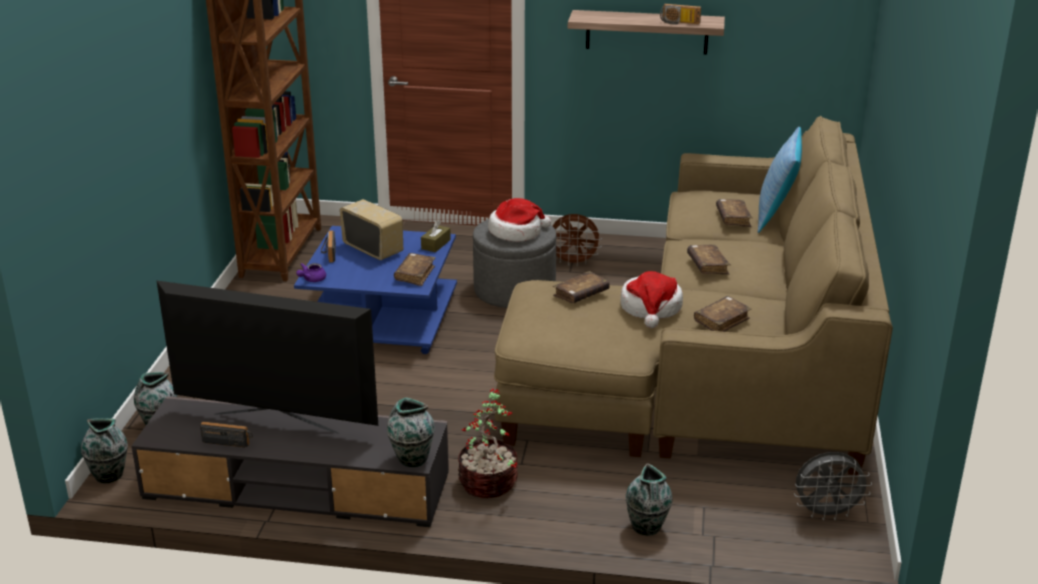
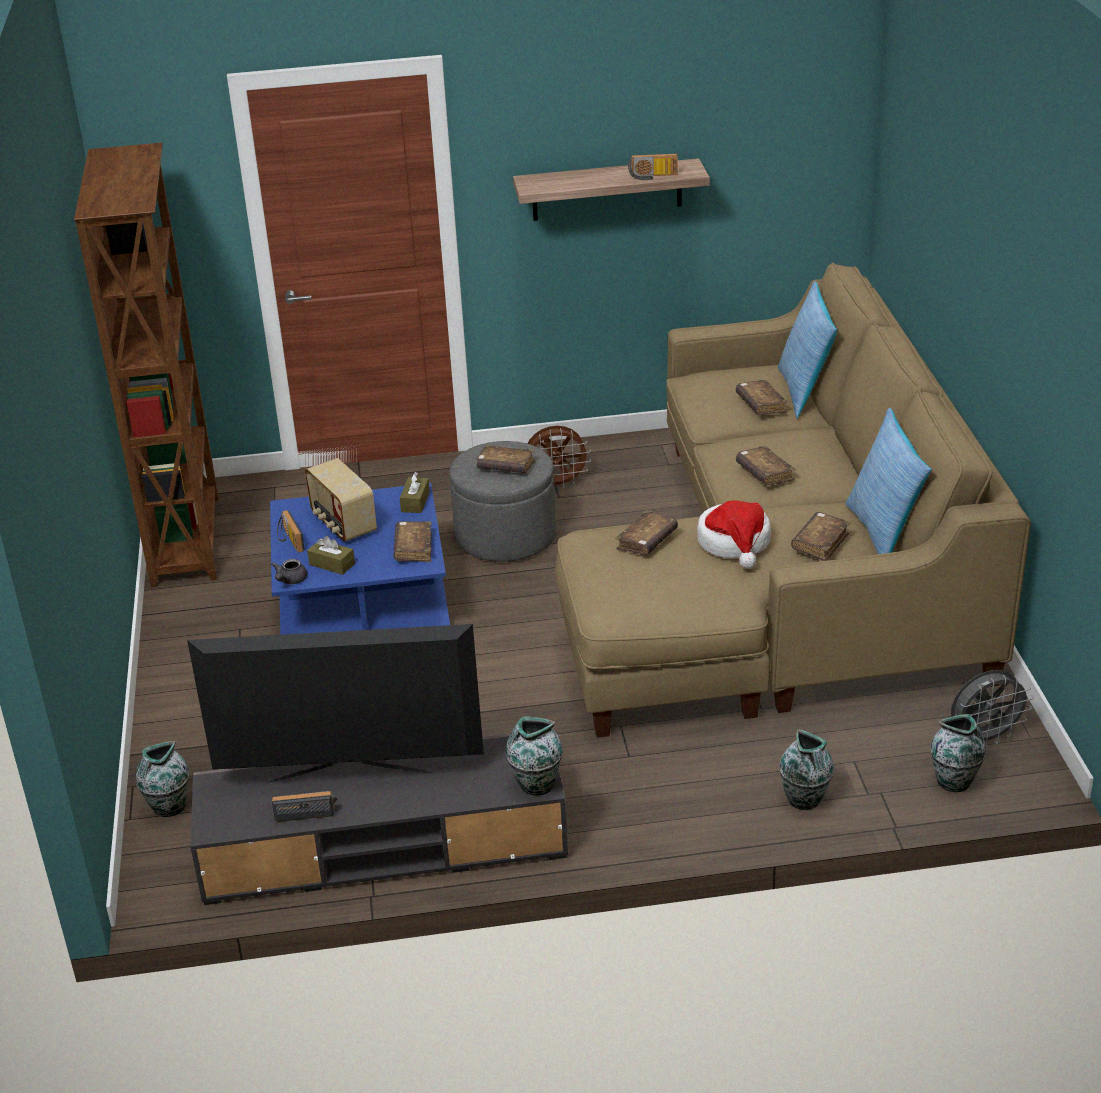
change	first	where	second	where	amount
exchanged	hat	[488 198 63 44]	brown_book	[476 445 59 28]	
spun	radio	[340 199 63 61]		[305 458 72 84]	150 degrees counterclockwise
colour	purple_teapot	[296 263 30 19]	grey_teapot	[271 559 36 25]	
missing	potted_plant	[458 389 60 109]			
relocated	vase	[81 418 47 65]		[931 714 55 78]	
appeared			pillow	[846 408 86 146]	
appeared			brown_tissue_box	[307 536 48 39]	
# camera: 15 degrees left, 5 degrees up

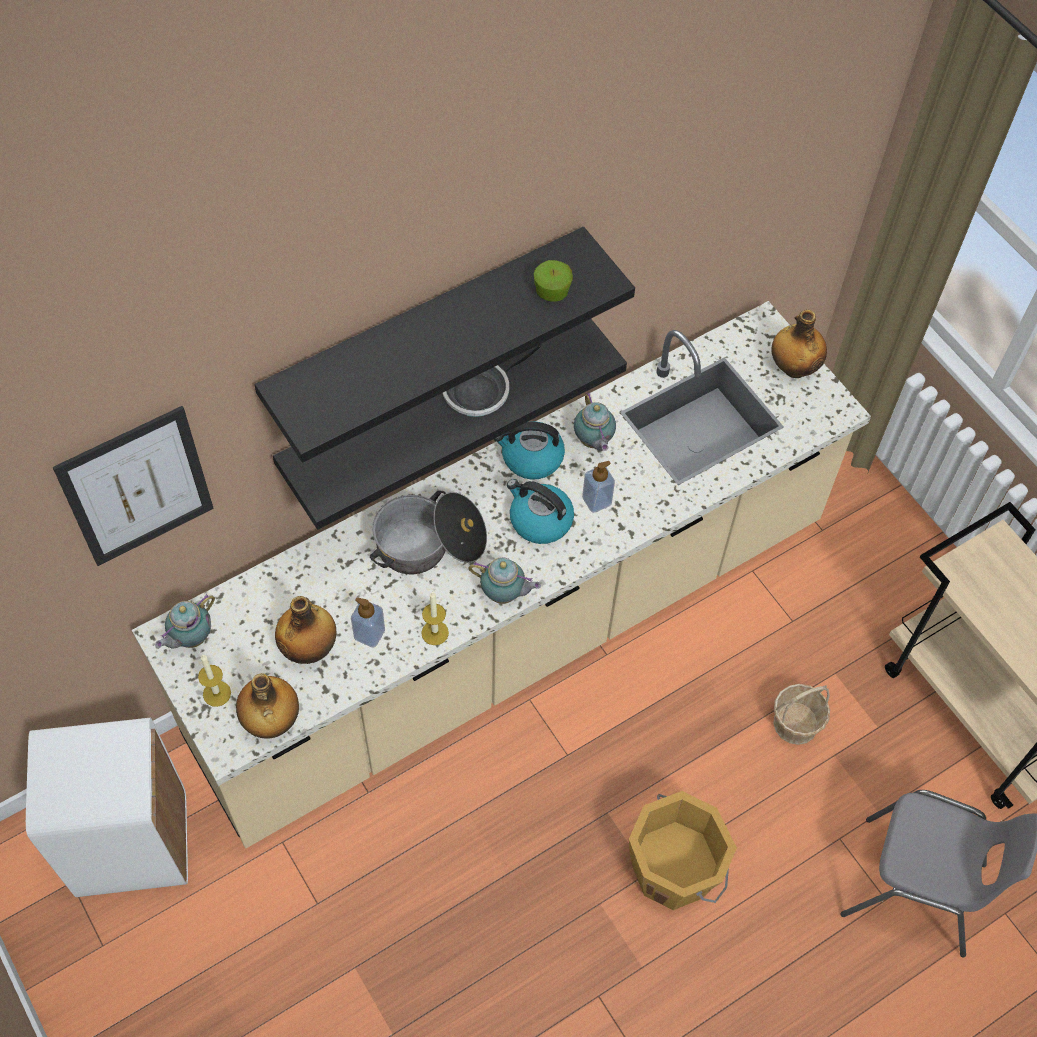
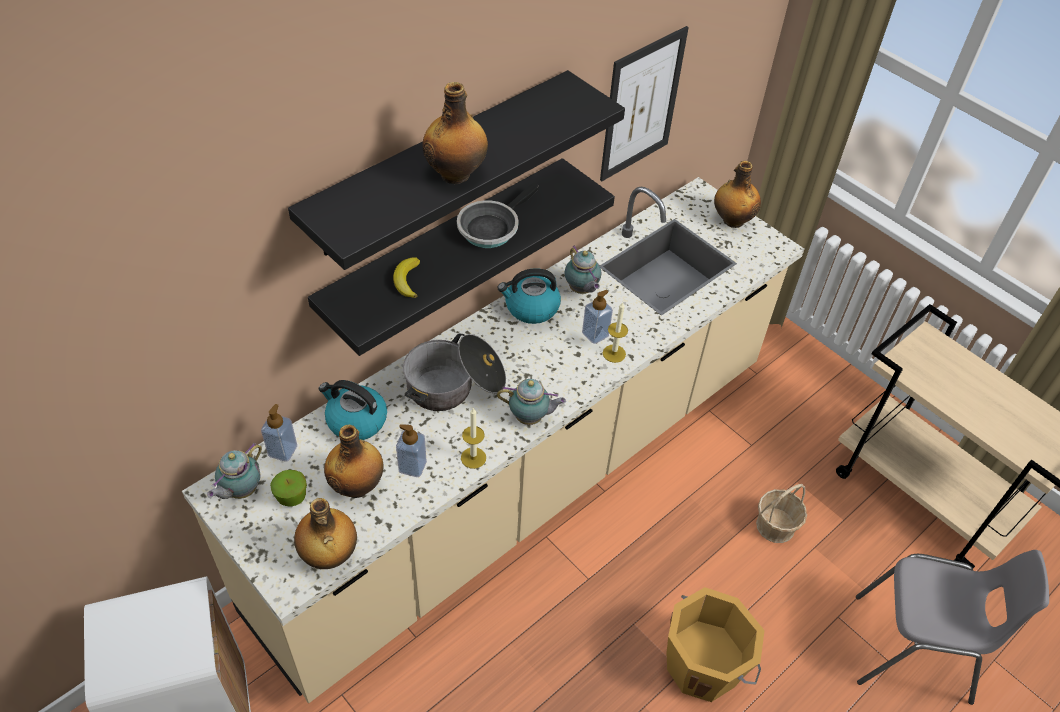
change	first	where	second	where	amount
relocated	apple	[533 260 40 42]		[270 470 37 37]	
relocated	picture	[53 406 161 160]		[600 26 89 155]	
relocated	kettle	[507 479 67 65]		[319 380 68 60]	
relocated	candle	[198 655 33 52]		[603 302 25 61]	
appeared			bottle	[423 82 65 102]	
appeared			banana	[393 257 27 41]	
appeared			soap_dispenser	[261 404 36 58]	
# camera: 10 degrees left, 10 degrees down

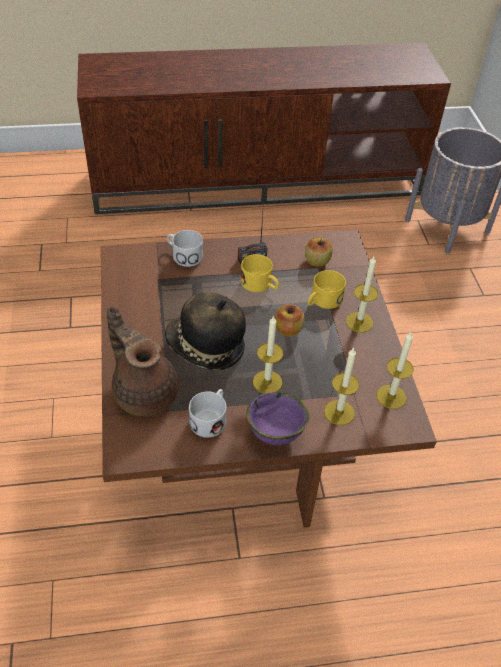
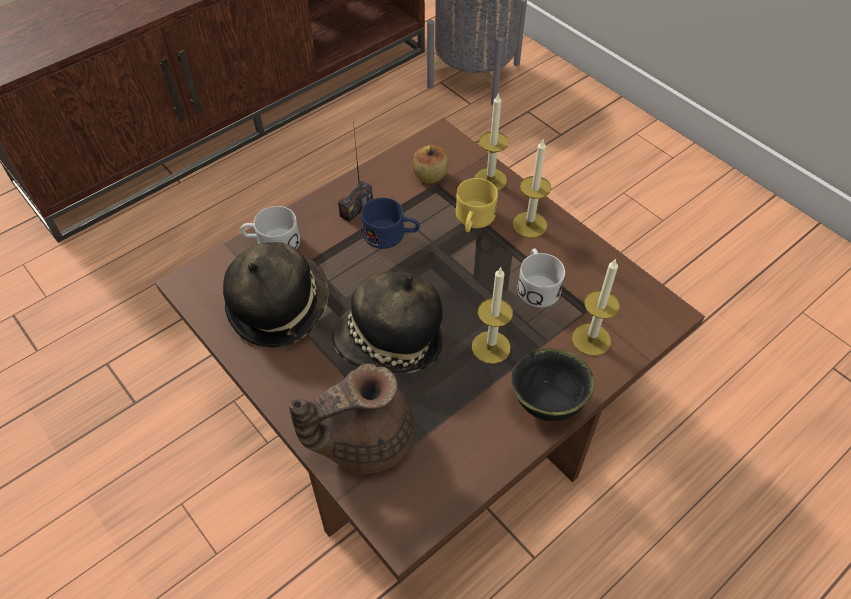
change	first	where	second	where	amount
colour	yellow_mug	[241 254 38 38]	blue_mug	[361 198 59 51]	
missing	apple	[275 304 30 33]			
spun	brown_teapot	[107 306 72 110]		[288 363 127 111]	45 degrees counterclockwise
relocated	candle	[376 331 38 78]		[474 94 35 97]	
relocated	white_mug	[189 389 38 49]		[517 249 48 58]	
colour	purple_bowl	[246 392 63 53]	black_bowl	[511 348 83 73]	
appeared			hat	[223 242 106 106]	
# camera: 30 degrees left, 5 degrees up

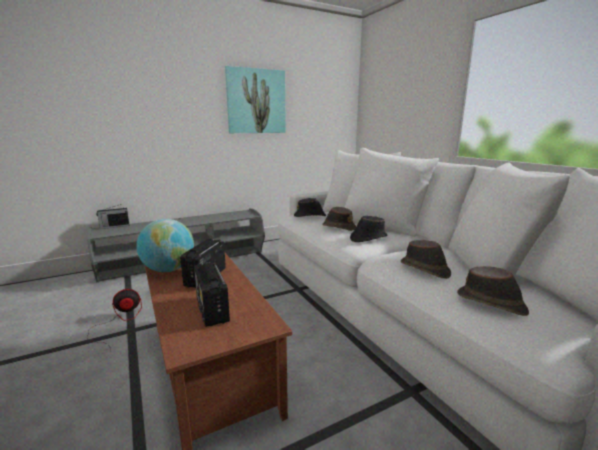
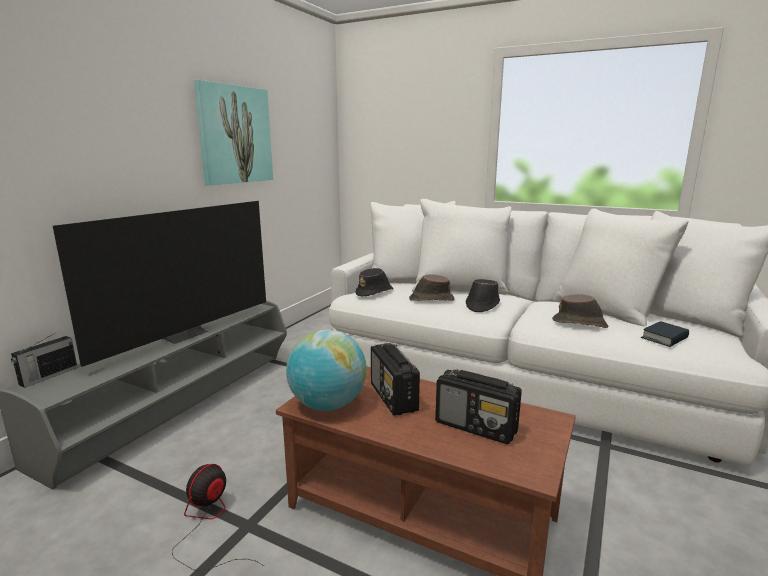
change	first	where	second	where	amount
exchanged	brown_hat	[457 266 72 50]	book	[641 321 48 26]	
appeared			television	[53 201 213 166]	
# camera: 35 degrees left, 0 degrees up

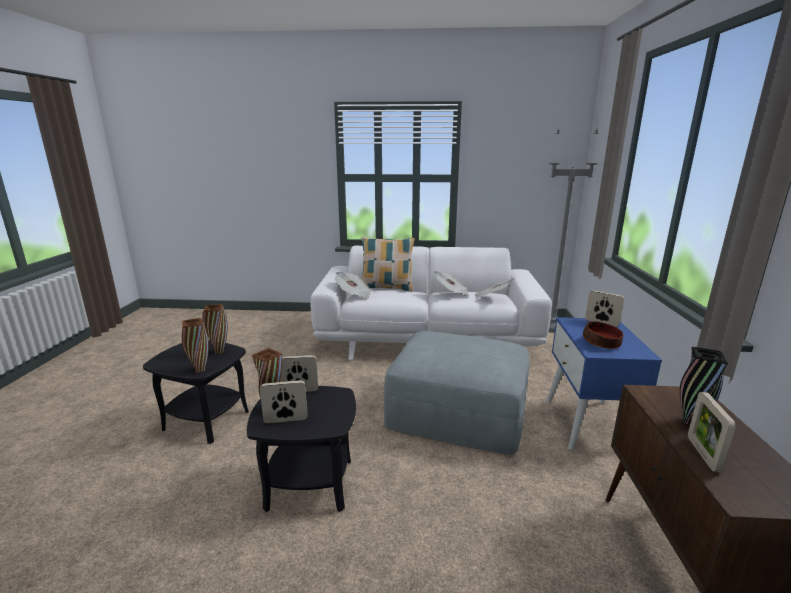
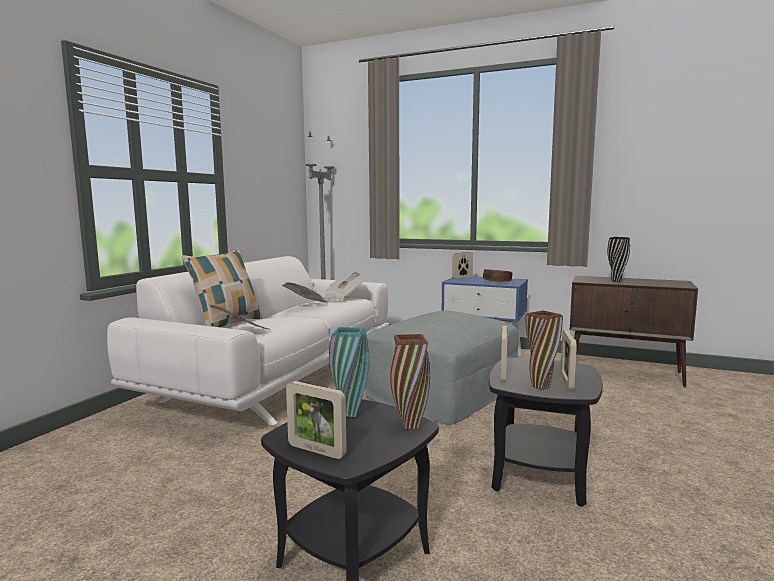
change	first	where	second	where	amount
colour	brown_vase	[203 304 25 50]	turquoise_vase	[329 327 40 90]	
relocated	picture_frame	[688 392 48 80]		[286 381 61 78]	
# camera: 70 degrees left, 10 degrees down

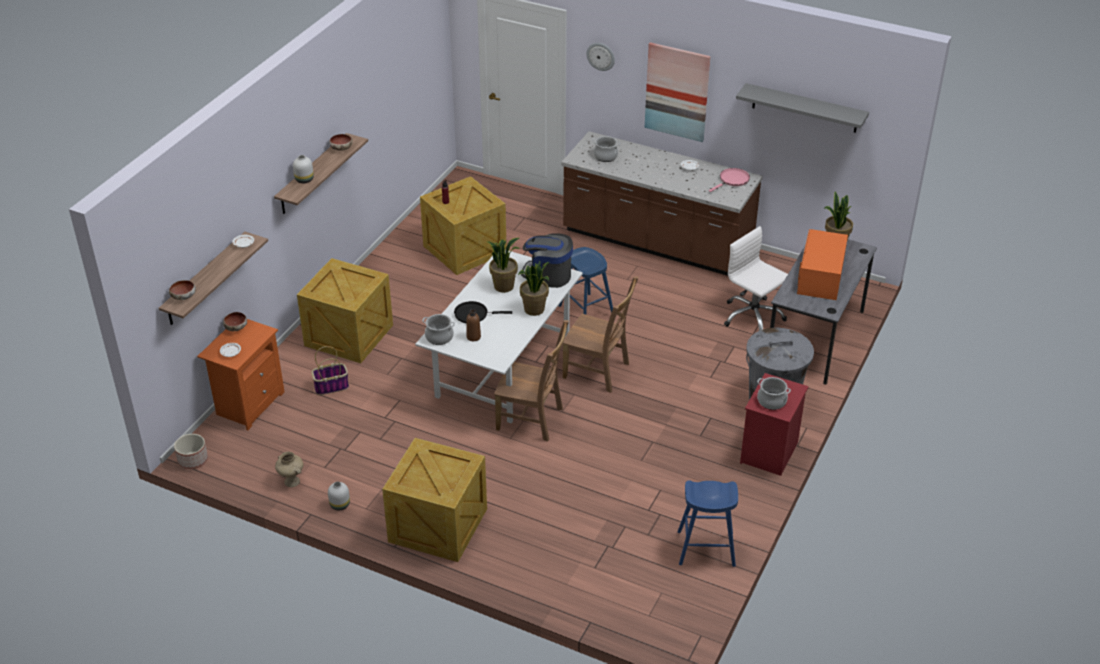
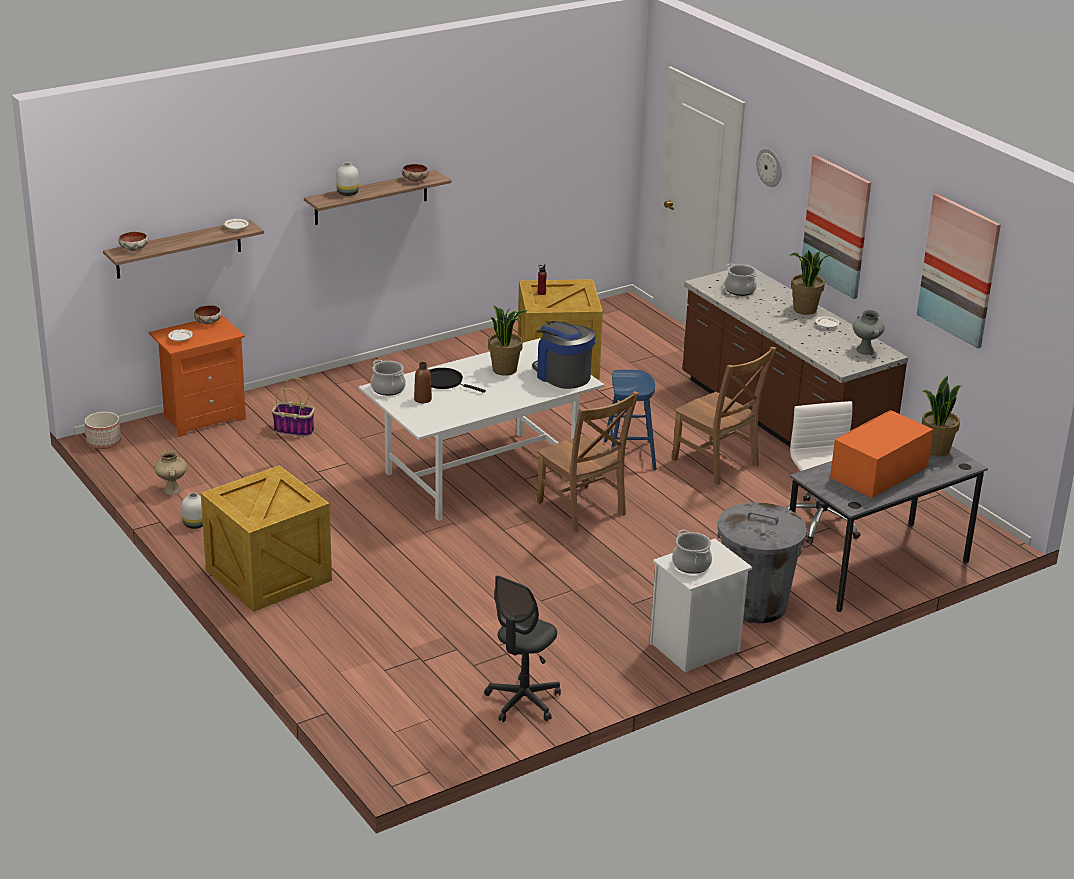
change	first	where	second	where	amount
exchanged	grey_shelf	[736 83 133 50]	picture	[917 194 84 154]	
exchanged	pink_frying_pan	[709 168 41 24]	grey_vase	[853 310 32 45]	
missing	crate	[297 258 96 105]			
relocated	potted_plant	[518 262 31 54]		[790 250 40 65]	
relocated	brown_chair	[494 320 75 122]		[672 346 104 139]	
colour	red_nightstand	[740 373 69 103]	white_nightstand	[650 539 102 133]	
exchanged	blue_stool	[678 480 60 87]	grey_office_chair	[484 575 77 147]	
# camera: 30 degrees right, 10 degrees down

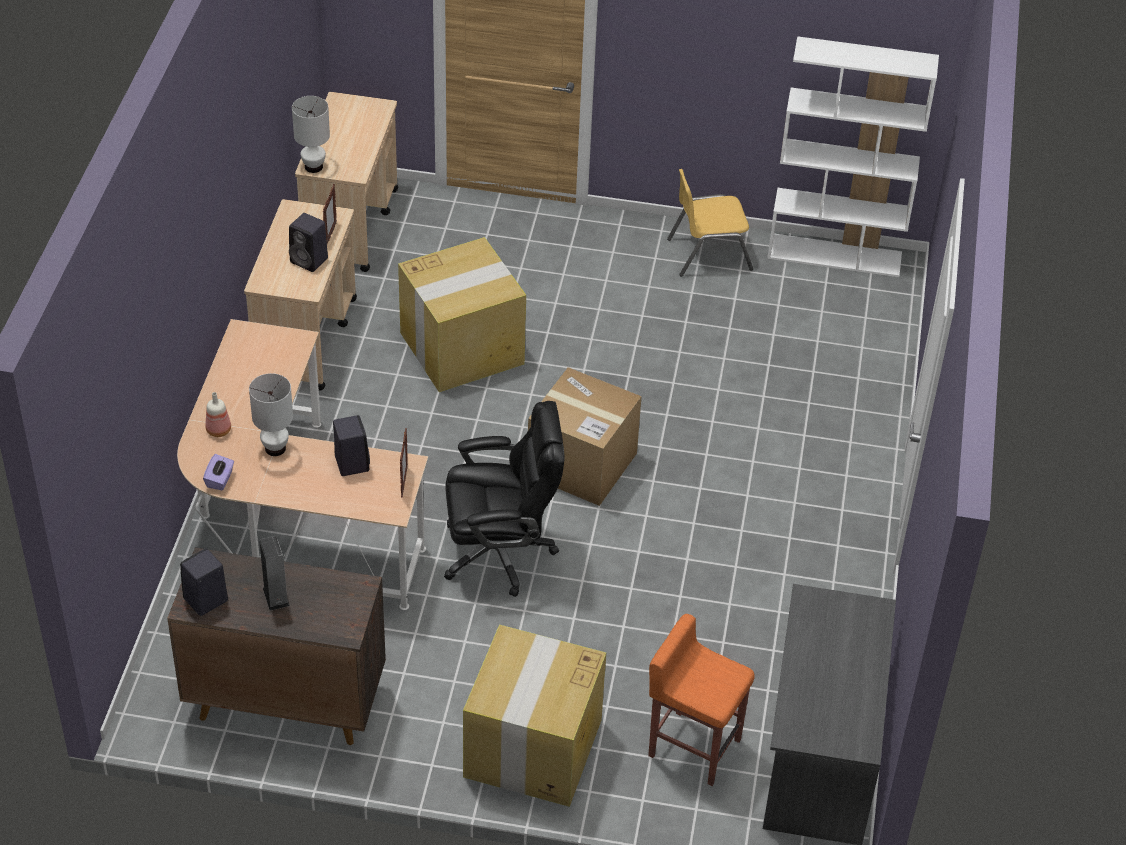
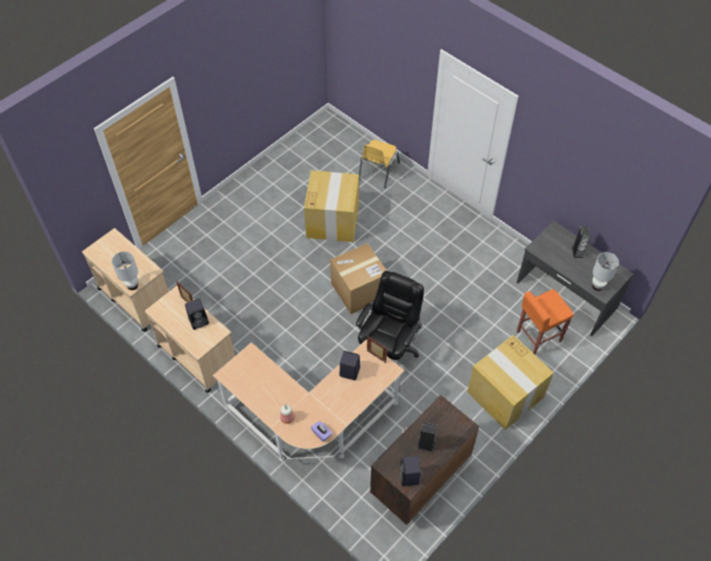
change	first	where	second	where	amount
missing	white_bookcase	[767 36 172 241]			
relocated	yellow_chair	[667 169 86 108]		[359 140 41 48]	
relocated	cardboard_box	[398 237 128 155]		[304 170 55 72]	
relocated	white_table_lamp	[249 373 44 83]		[592 252 27 39]	
appeared			speaker	[572 226 18 32]	
# camera: 55 degrees left, 10 degrees up

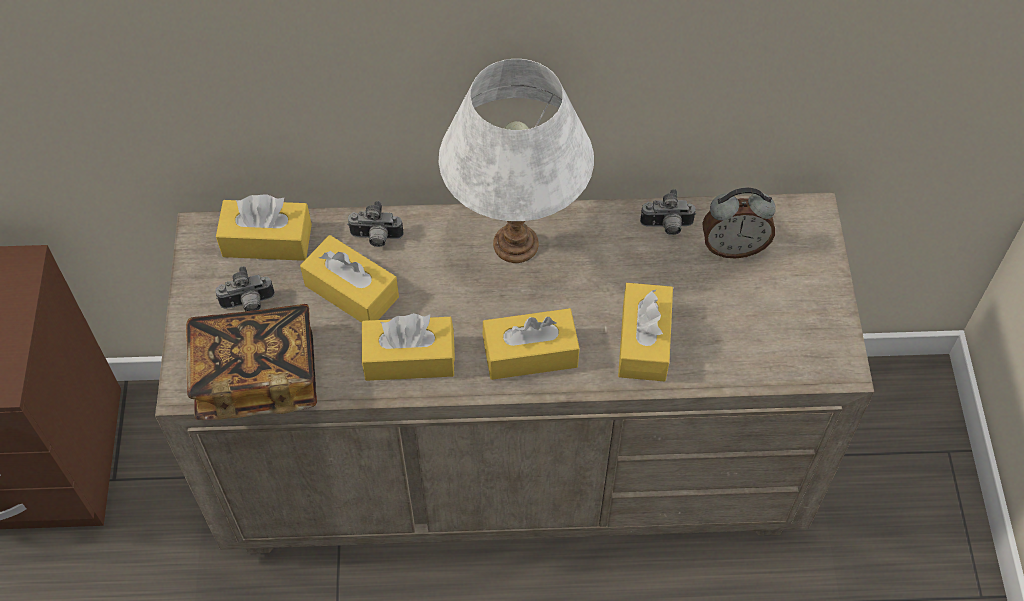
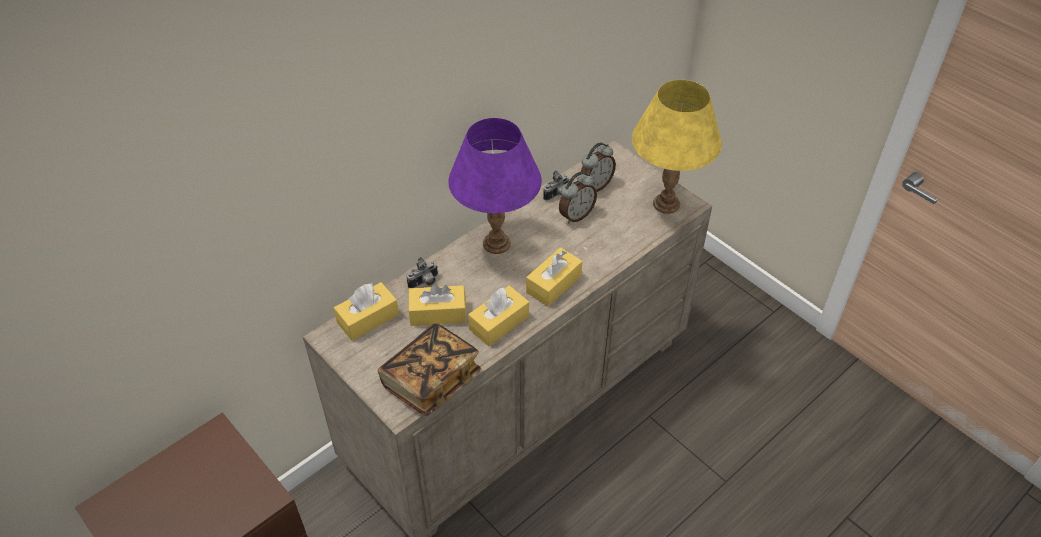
change	first	where	second	where	amount
colour	white_table_lamp	[439 59 155 204]	purple_table_lamp	[448 118 94 136]	
missing	photo_camera	[215 266 60 45]			
missing	yellow_tissue_box	[618 283 55 99]			
appeared			yellow_table_lamp	[632 80 90 134]	
appeared			alarm_clock	[559 172 38 51]	
# camera: 40 degrees left, 10 degrees down

